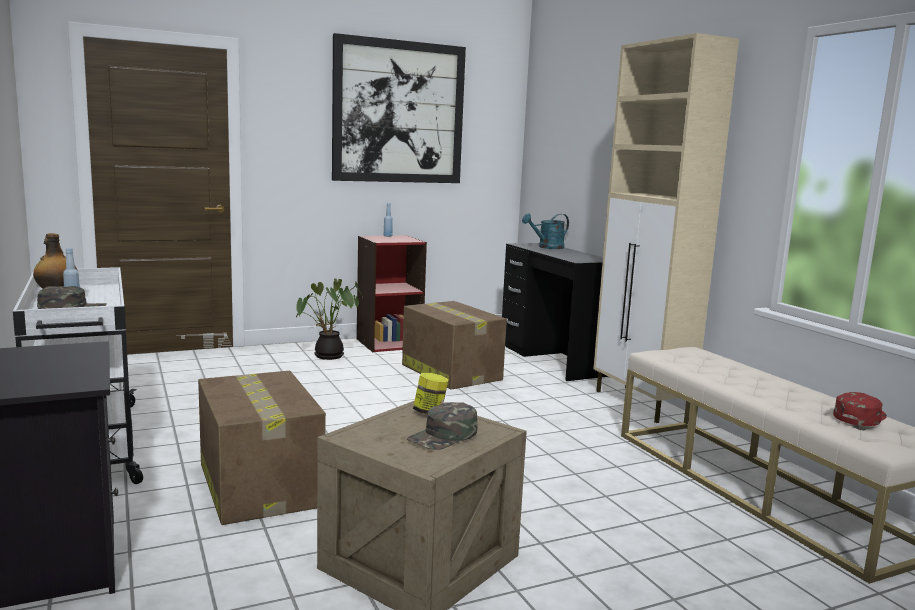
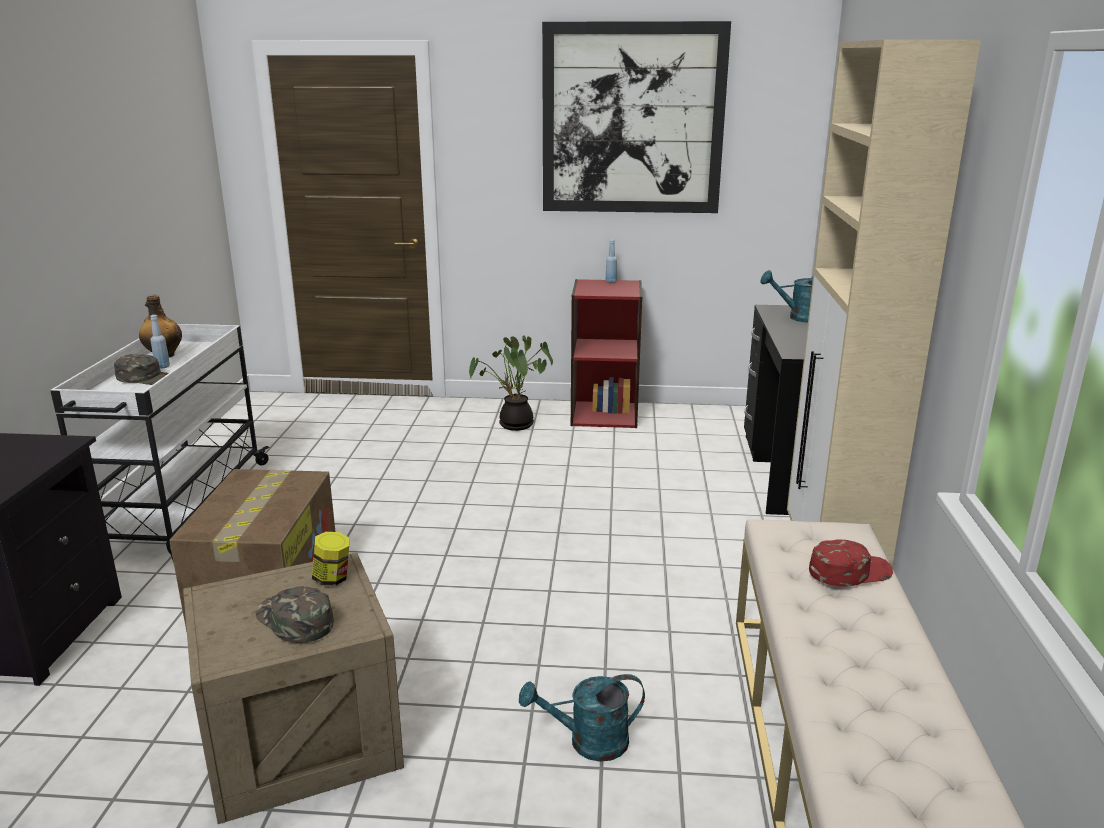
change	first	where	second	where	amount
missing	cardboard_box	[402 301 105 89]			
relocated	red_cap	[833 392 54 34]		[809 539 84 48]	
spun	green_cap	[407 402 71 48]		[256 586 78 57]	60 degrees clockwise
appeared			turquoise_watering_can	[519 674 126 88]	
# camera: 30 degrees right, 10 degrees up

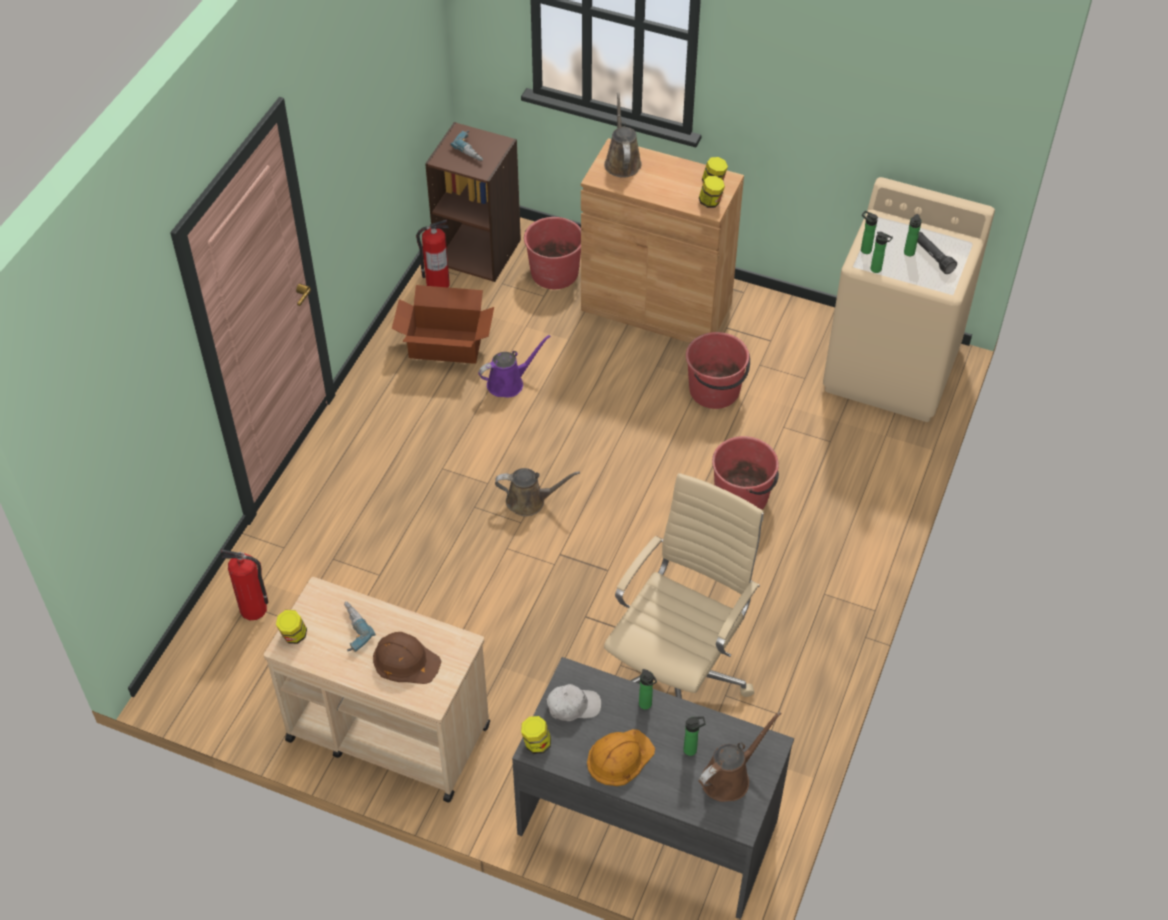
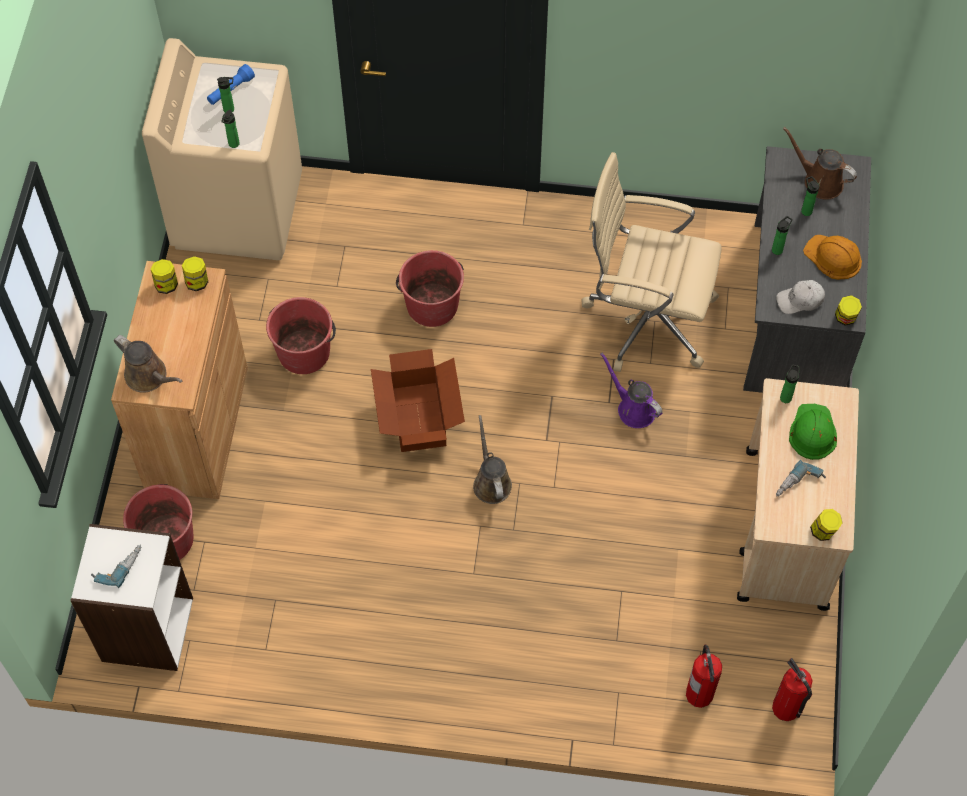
change	first	where	second	where	amount
spun	brown_watering_can	[604 92 38 85]		[114 335 68 58]	120 degrees counterclockwise
colour	brown_bookcase	[425 122 96 160]	white_bookcase	[70 524 123 147]	
relocated	fire_extinguisher	[416 219 34 68]		[772 658 41 63]	
relocated	bottle	[871 232 22 41]		[780 364 20 39]	
colour	black_flashlight	[917 232 40 42]	blue_flashlight	[207 64 48 41]	
relocated	cardboard_box	[392 285 102 79]		[371 349 94 103]	
relocated	purple_watering_can	[478 335 73 63]		[600 353 63 75]	
colour	brown_hard_hat	[373 632 69 52]	green_hard_hat	[789 404 48 56]	
spun	white_cap	[546 684 55 37]		[776 280 49 34]	75 degrees counterclockwise
# camera: 105 degrees left, 10 degrees up

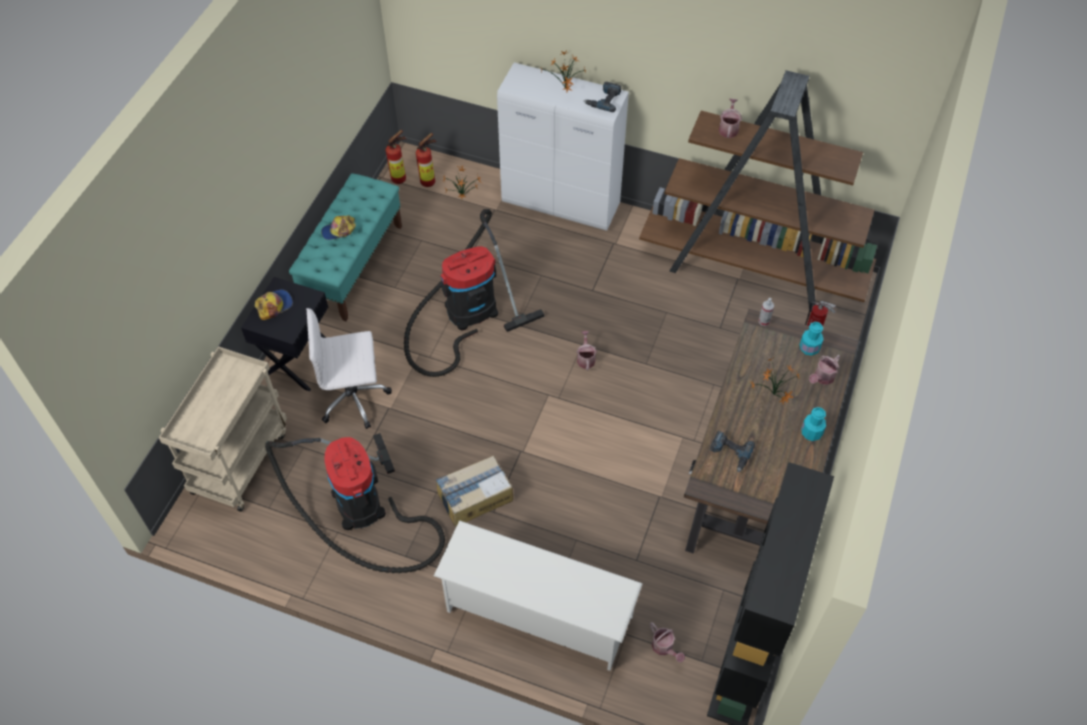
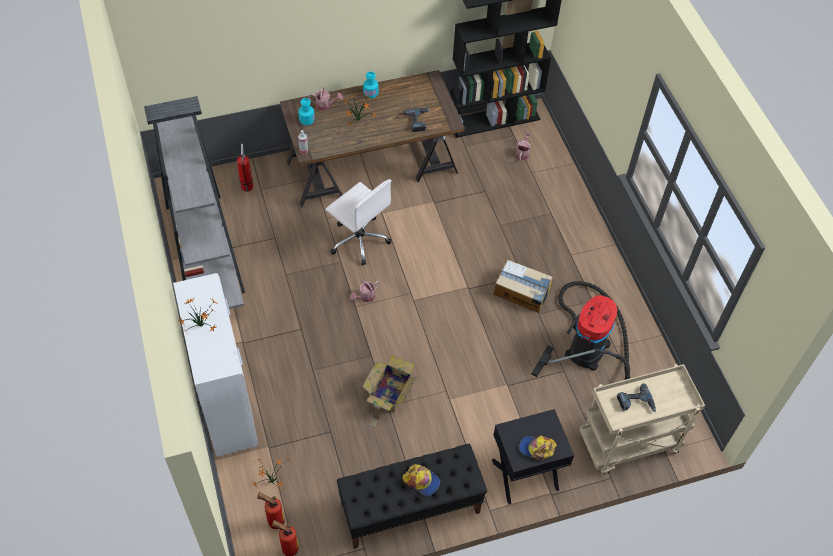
change	first	where	second	where	amount
colour	brown_bookcase	[639 70 238 242]	grey_bookcase	[144 96 101 213]	
relocated	power_drill	[584 82 37 30]		[617 383 39 29]	
missing	watering_can	[719 99 23 39]			
colour	turquoise_bench	[289 173 113 148]	black_bench	[337 444 150 105]	
exchanged	vacuum_cleaner	[404 209 140 168]	cardboard_box	[362 355 55 74]	
relocated	white_office_chair	[306 308 86 121]		[326 179 66 87]	
missing	white_shoe_rack	[434 520 209 151]			
# camera: 130 degrees left, 0 degrees up

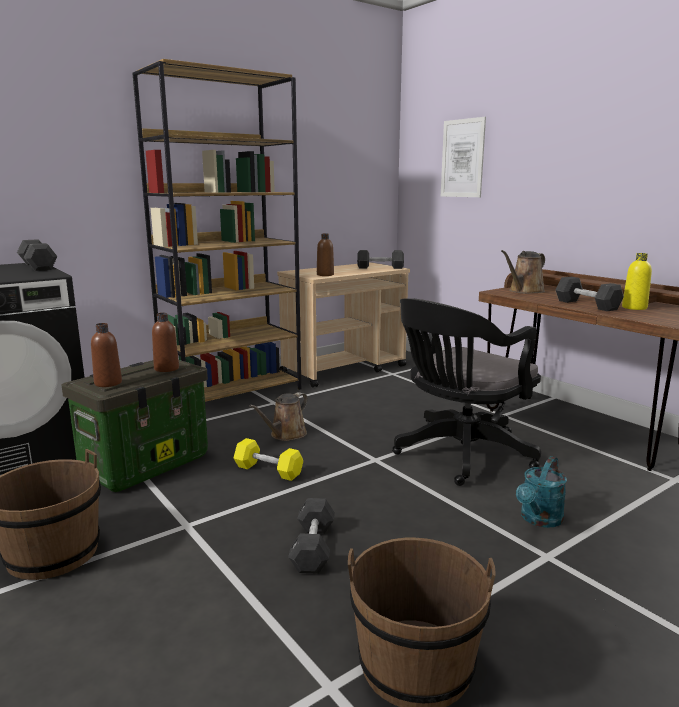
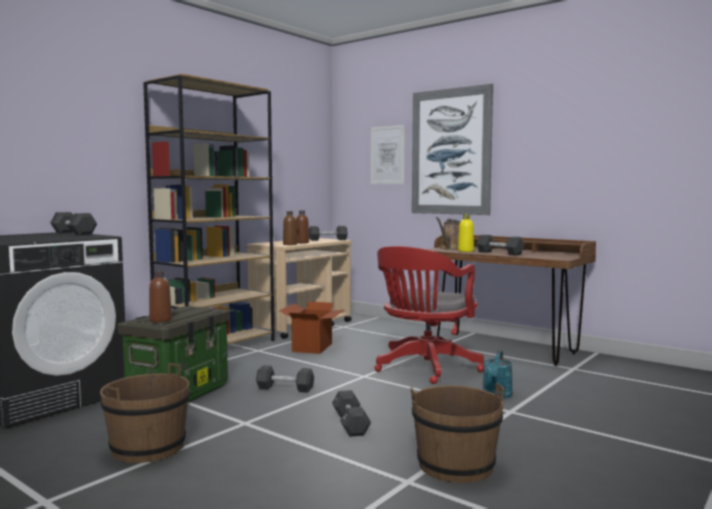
change	first	where	second	where	amount
relocated	yellow_bottle	[622 253 30 57]		[458 215 16 37]	
colour	black_office_chair	[392 298 149 188]	red_office_chair	[374 246 110 138]	
relocated	brown_bottle	[152 313 27 59]		[296 210 13 33]	
missing	brown_watering_can	[249 392 59 49]			
colour	yellow_dumbbell	[234 438 69 43]	black_dumbbell	[256 365 58 28]	
appeared			picture	[412 84 81 131]	
appeared			cardboard_box	[279 302 65 52]	
# camera: 15 degrees left, 10 degrees down

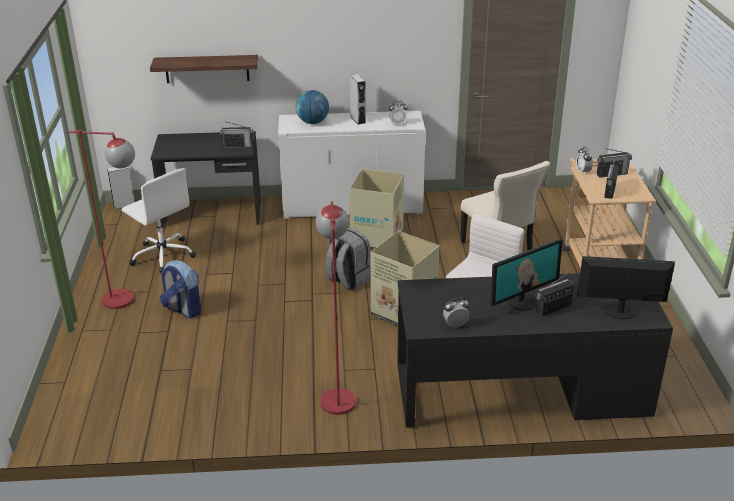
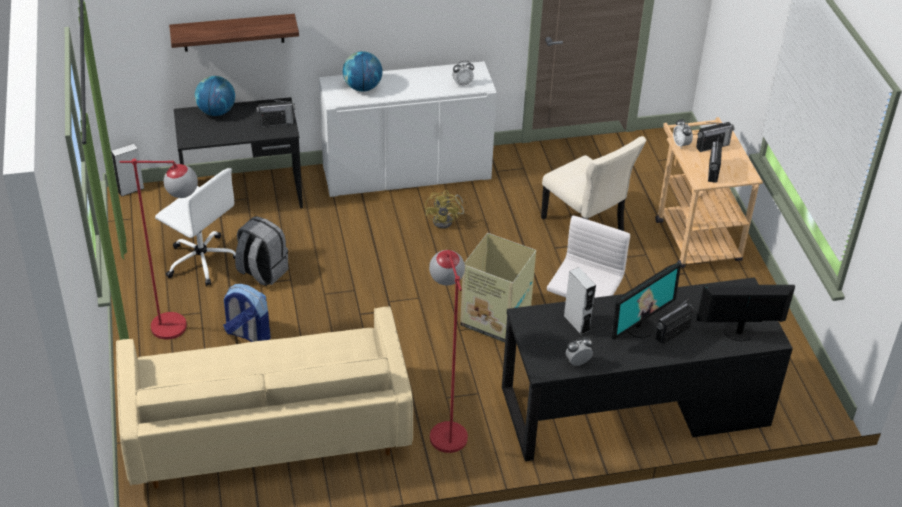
change	first	where	second	where	amount
relocated	grey_speaker	[350 74 16 51]		[564 267 32 68]	
exchanged	cardboard_box	[349 169 55 81]	yellow_fan	[425 190 39 39]	
relocated	grey_backpack	[325 228 46 63]		[235 216 53 70]	
appeared			globe	[195 76 40 40]	
appeared			beige_sofa	[116 306 297 183]	
# camera: 10 degrees left, 10 degrees up

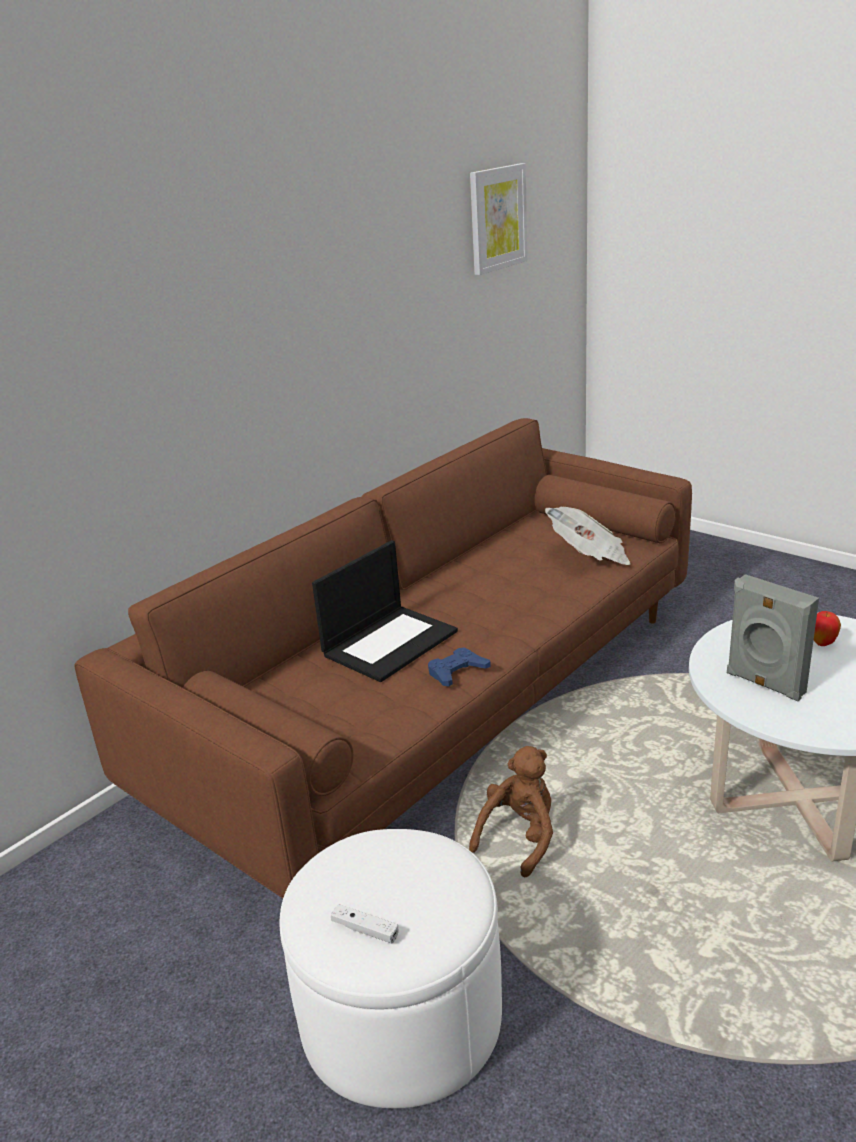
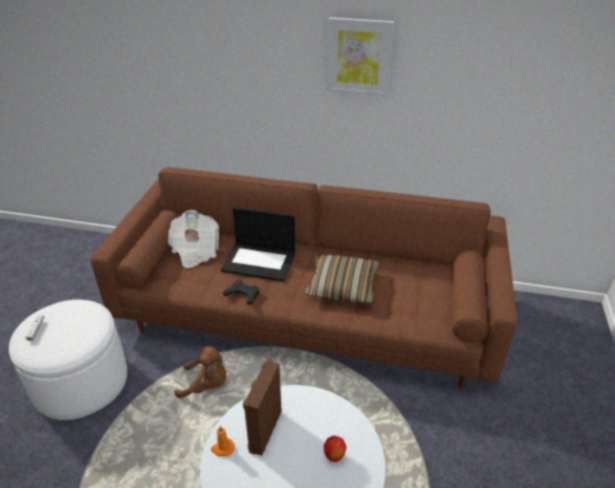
change	first	where	second	where	amount
relocated	picture	[470 163 58 112]		[326 17 68 79]	
relocated	newspaper	[545 507 85 58]		[167 210 52 58]	
colour	grey_speaker	[727 574 92 127]	brown_speaker	[243 360 39 96]	
colour	blue_game_controller	[428 647 63 40]	black_game_controller	[223 280 36 25]	
appeared			pillow	[305 254 74 50]	
appeared			orange_candle	[211 426 24 30]	
# camera: 60 degrees right, 10 degrees up

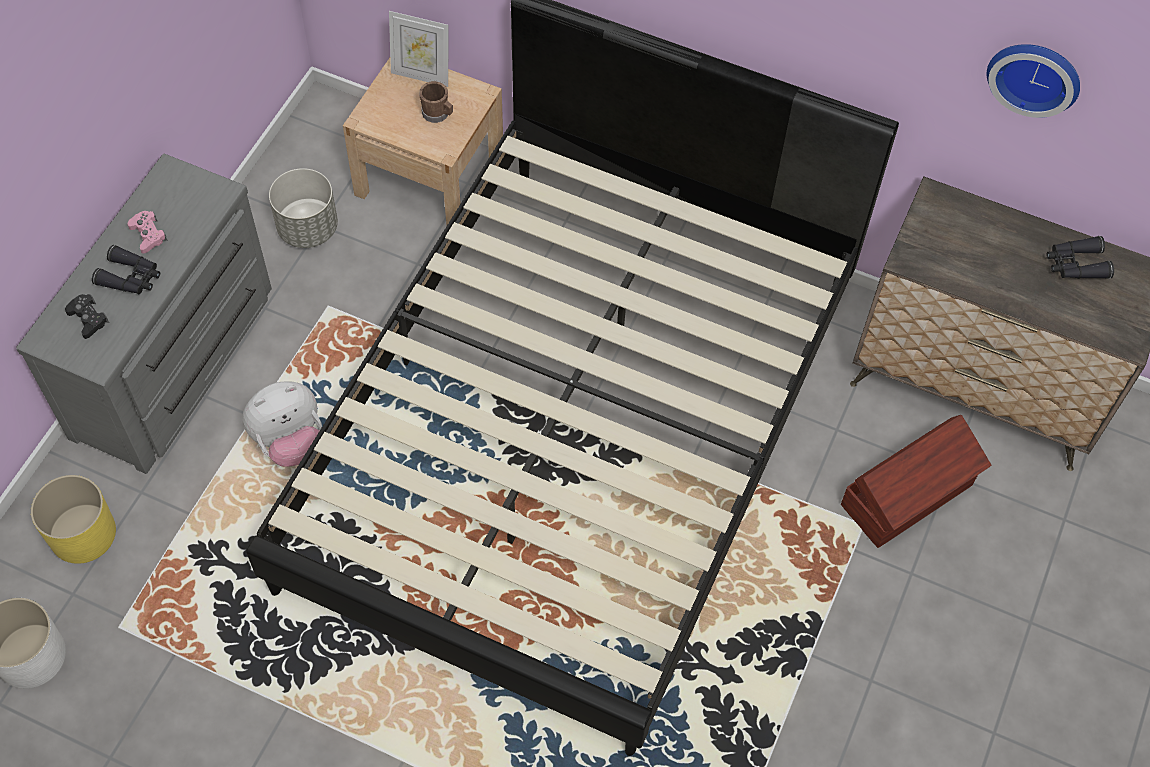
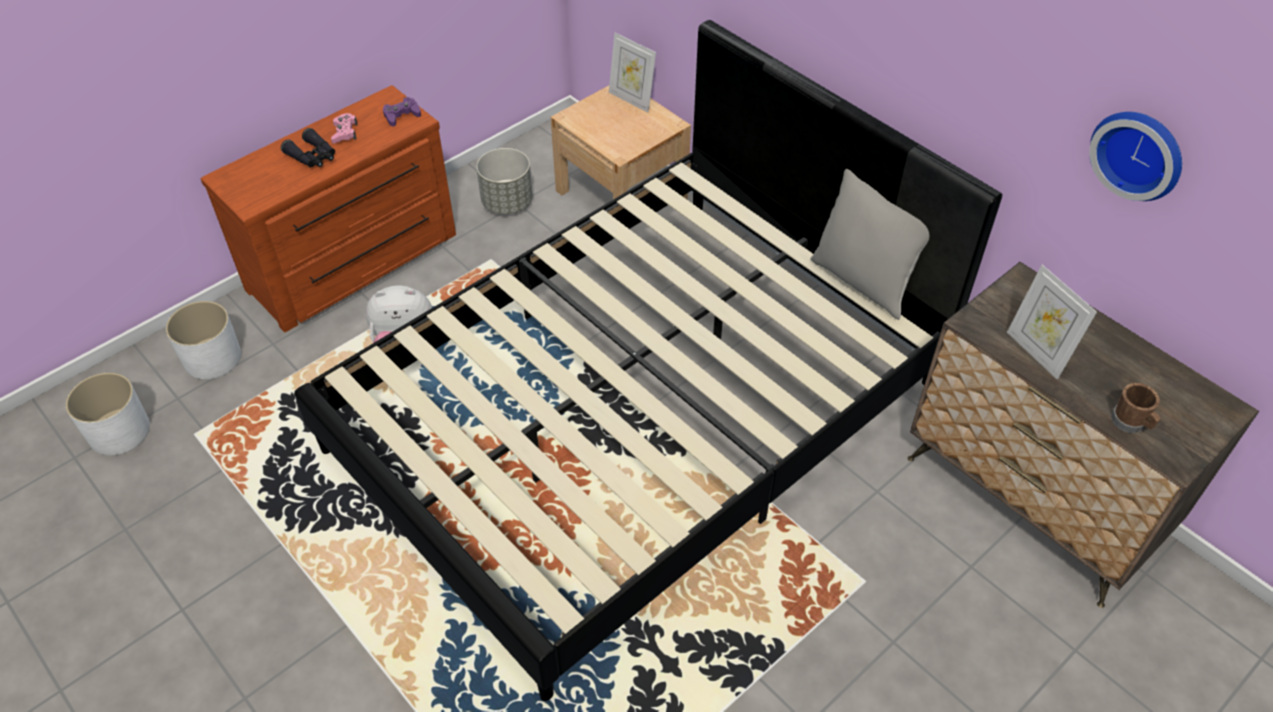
change	first	where	second	where	amount
relocated	brown_mug	[419 81 34 42]		[1111 383 50 50]	
colour	grey_dresser	[16 154 256 320]	brown_dresser	[201 85 255 247]	
missing	black_binoculars	[1047 236 67 43]			
missing	black_game_controller	[65 294 44 45]			
missing	brown_storage_box	[841 415 150 133]			
colour	yellow_planter	[31 475 85 89]	white_planter	[166 301 75 79]	
appeared			purple_game_controller	[383 97 38 30]	
appeared			grey_pillow	[810 169 119 151]	
appeared			picture_frame	[1007 265 90 114]	
# camera: 25 degrees right, 10 degrees down

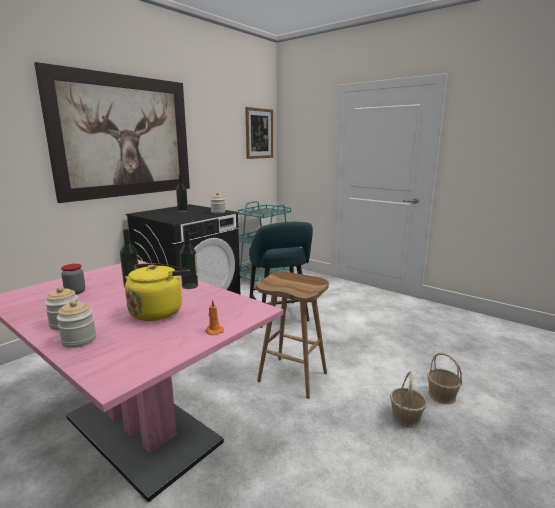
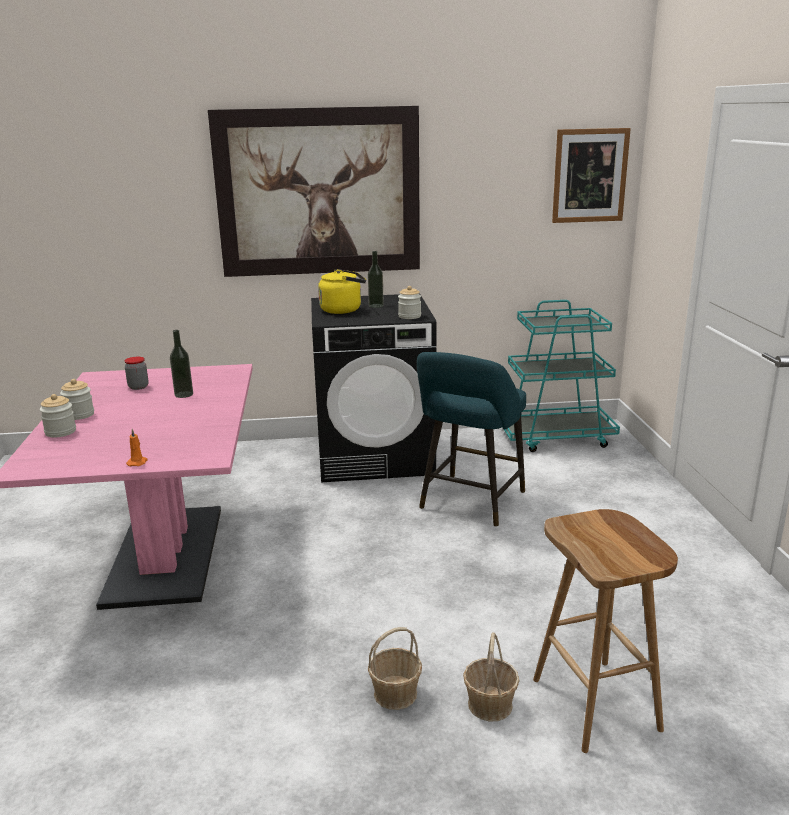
change	first	where	second	where	amount
missing	bottle	[180 229 18 60]			
relocated	yellow_kettle	[125 263 65 58]		[318 269 48 45]	
relocated	brown_stool	[256 272 73 127]		[533 509 145 244]	
# camera: 45 degrees right, 5 degrees up

